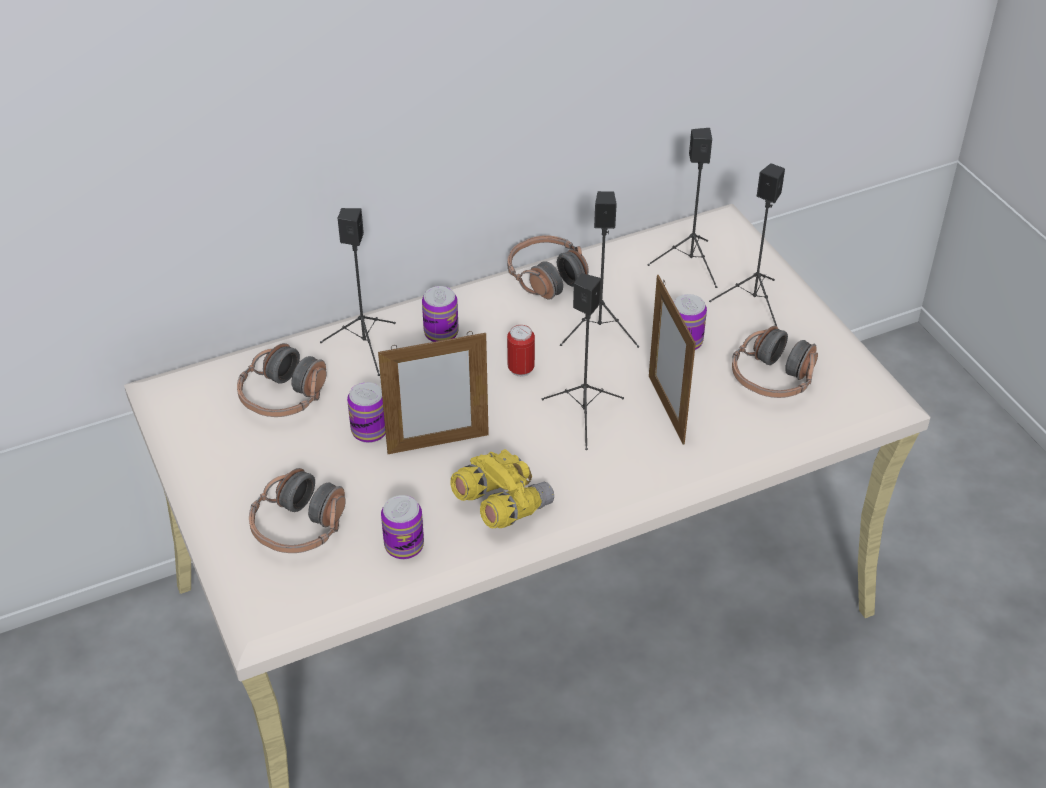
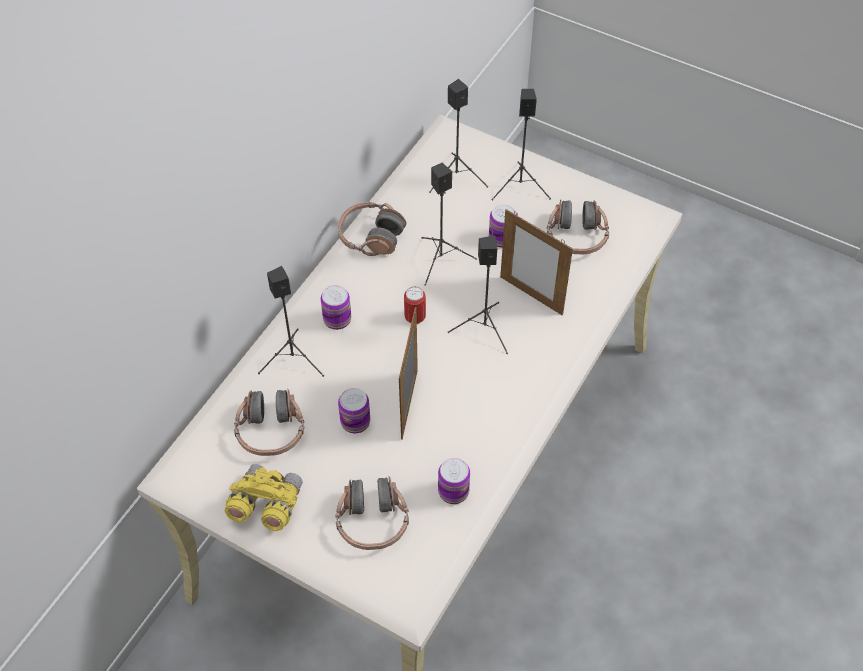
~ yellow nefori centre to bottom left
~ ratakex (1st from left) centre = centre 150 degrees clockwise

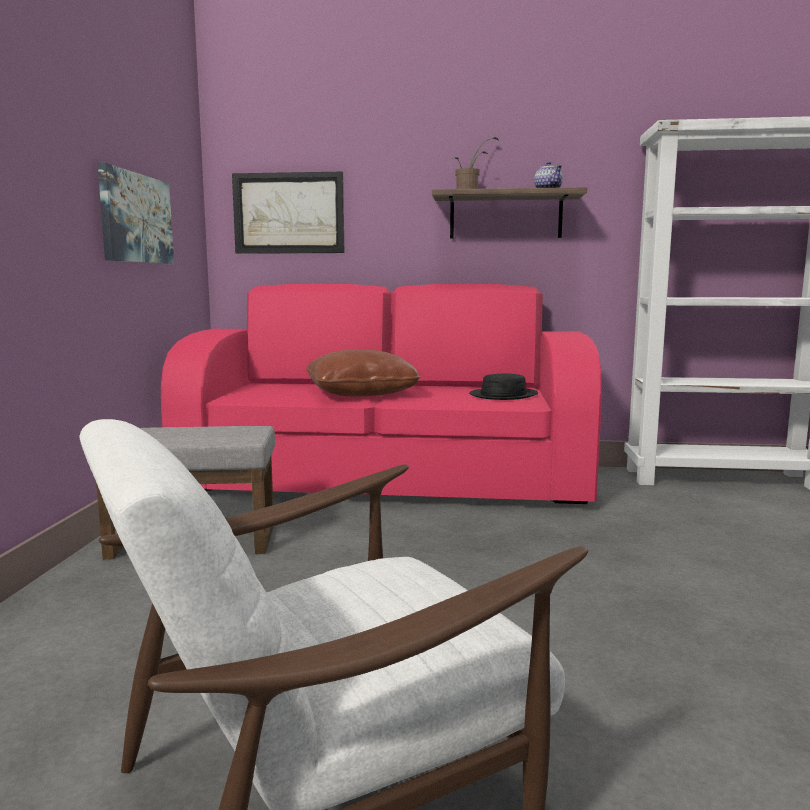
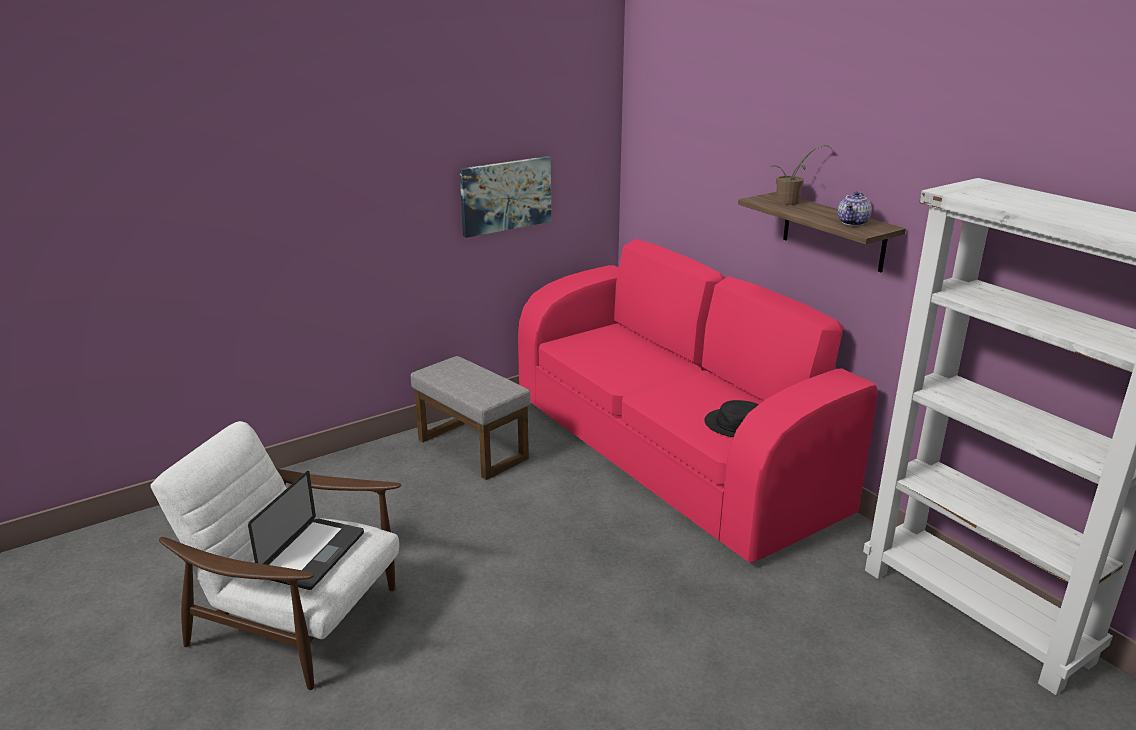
+ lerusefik bottom left
- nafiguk (2nd from left) top centre
- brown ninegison centre

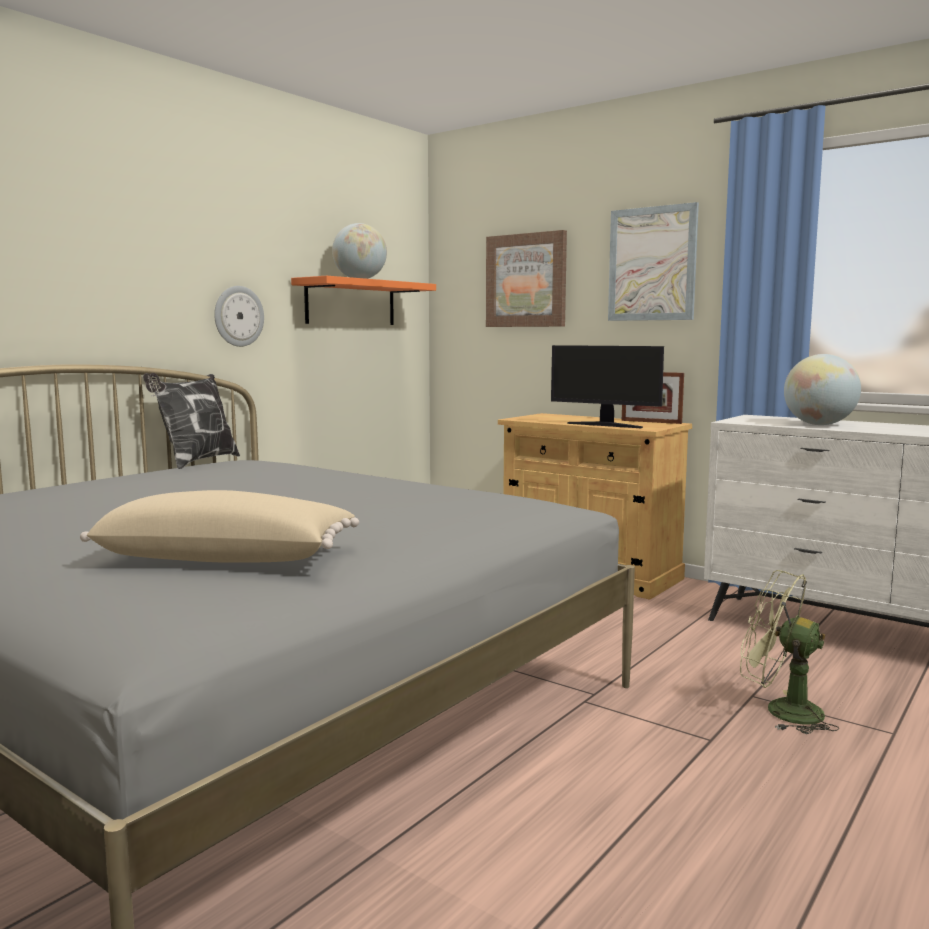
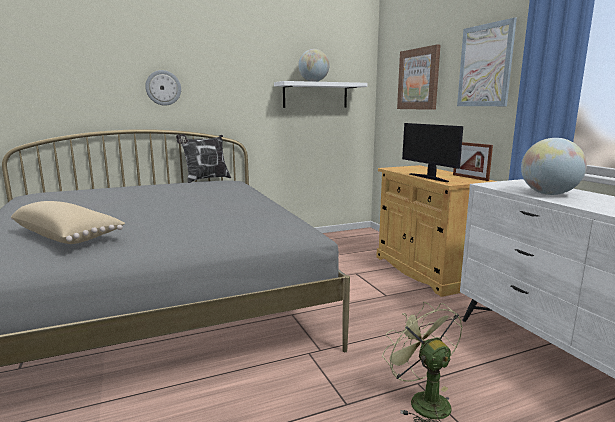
~ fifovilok middle left to top left
~ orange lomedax top centre to white lomedax top centre

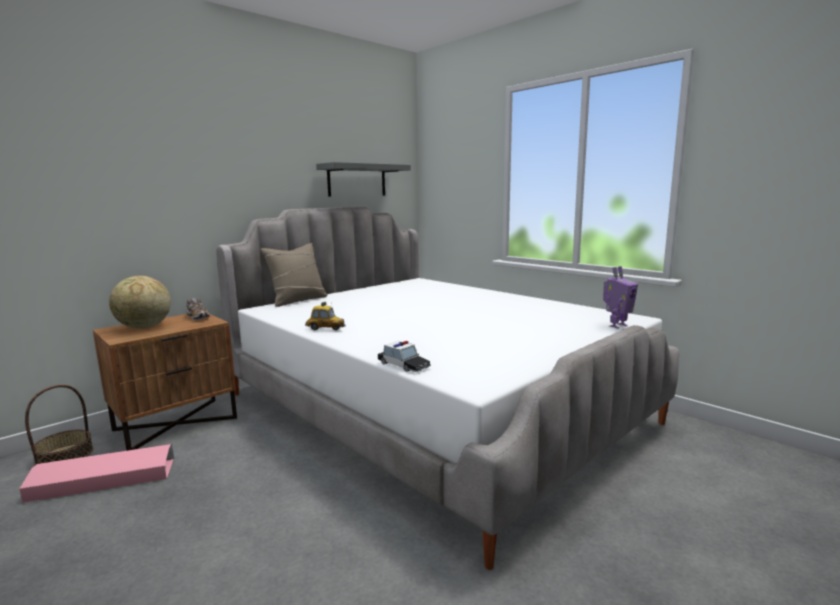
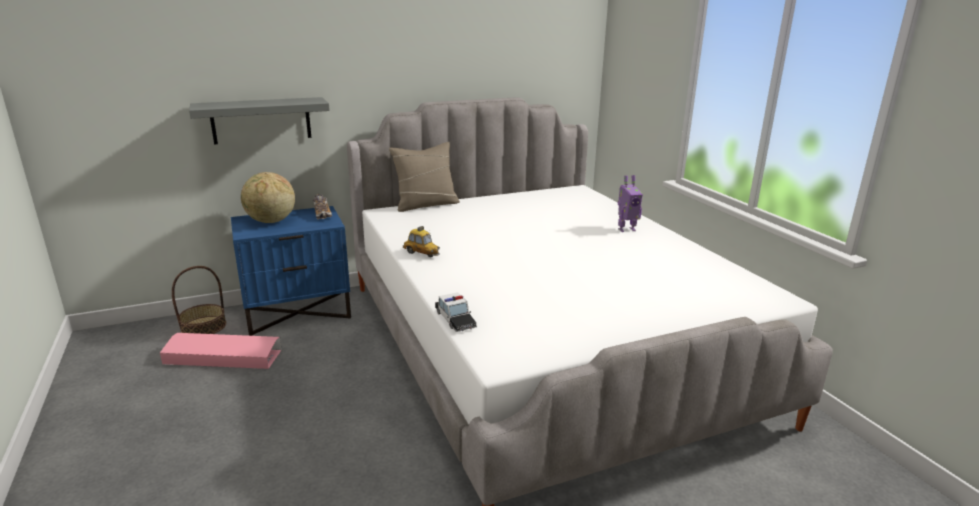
~ grey lomedax top centre to top left
~ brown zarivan middle left to blue zarivan middle left
~ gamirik middle right to centre

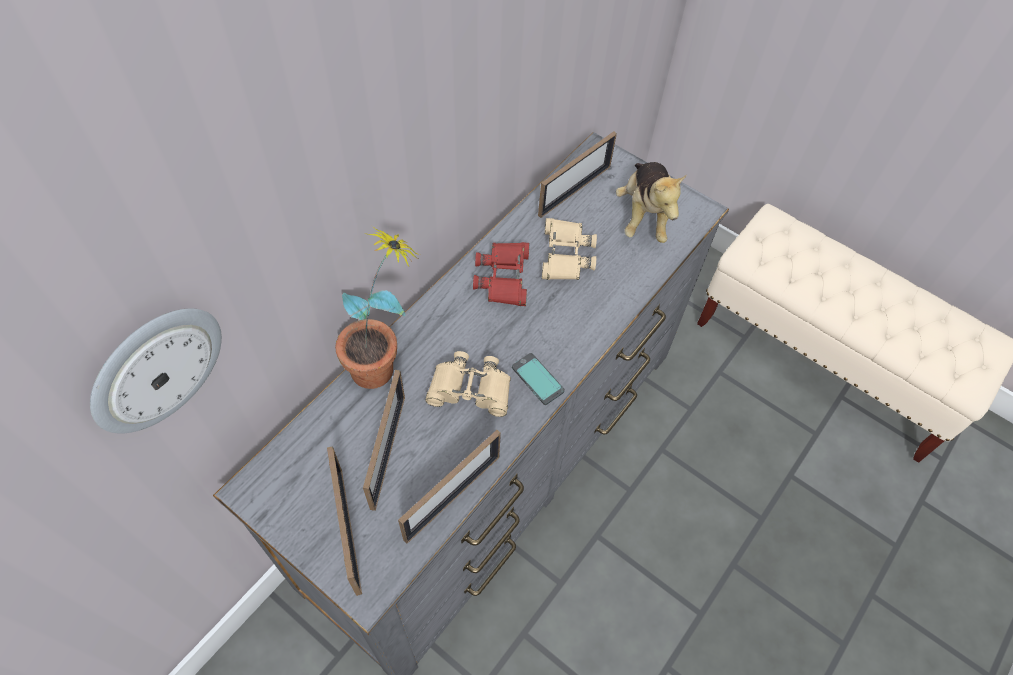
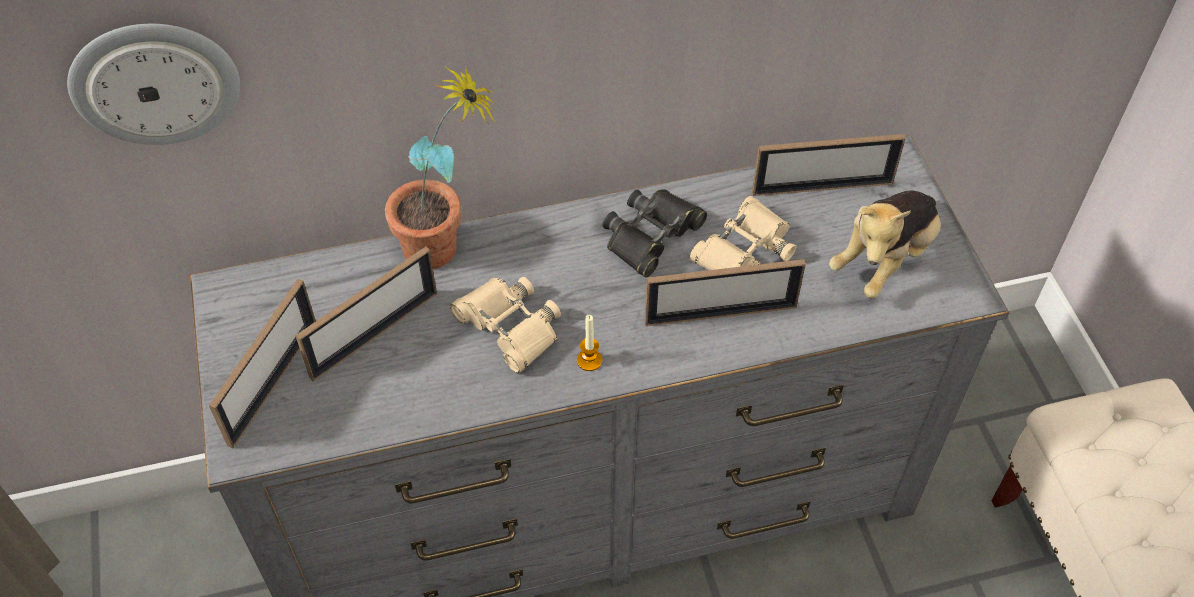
~ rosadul centre to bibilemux centre
~ red nefori centre to black nefori centre
~ ratakex (3rd from left) bottom centre to centre

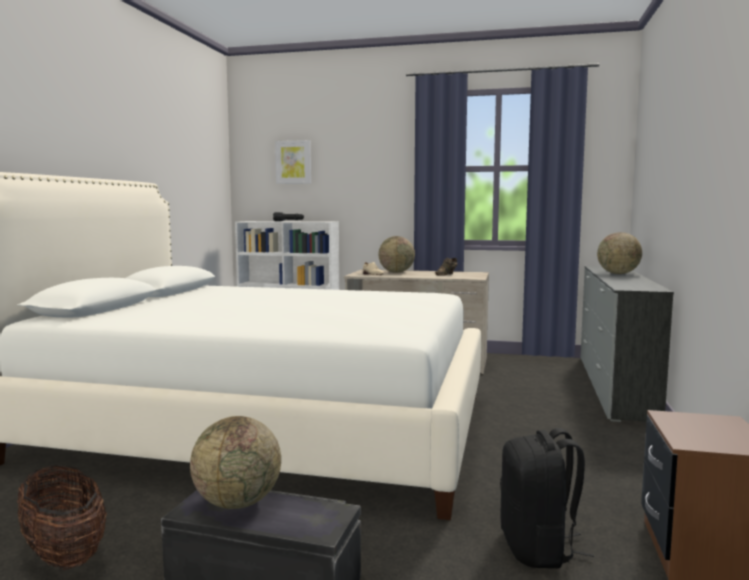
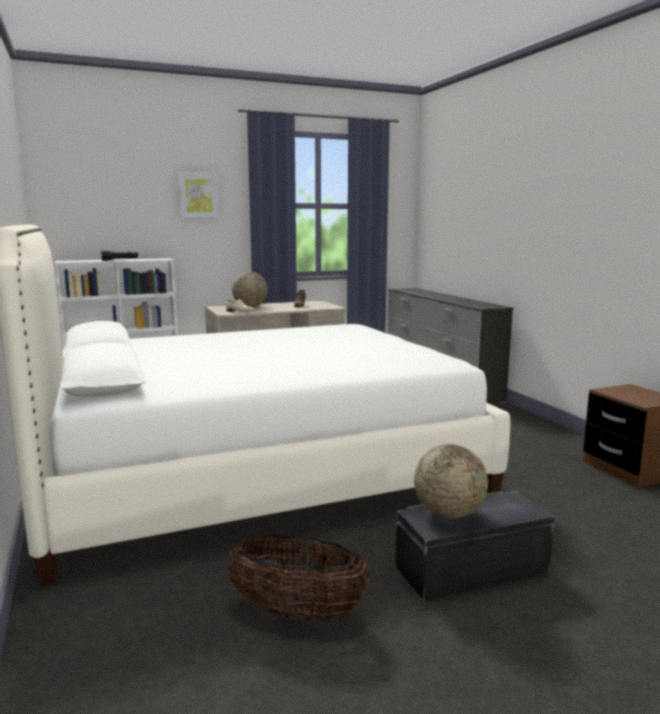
~ nafiguk top centre to top left
- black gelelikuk bottom right
- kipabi (3rd from left) middle right

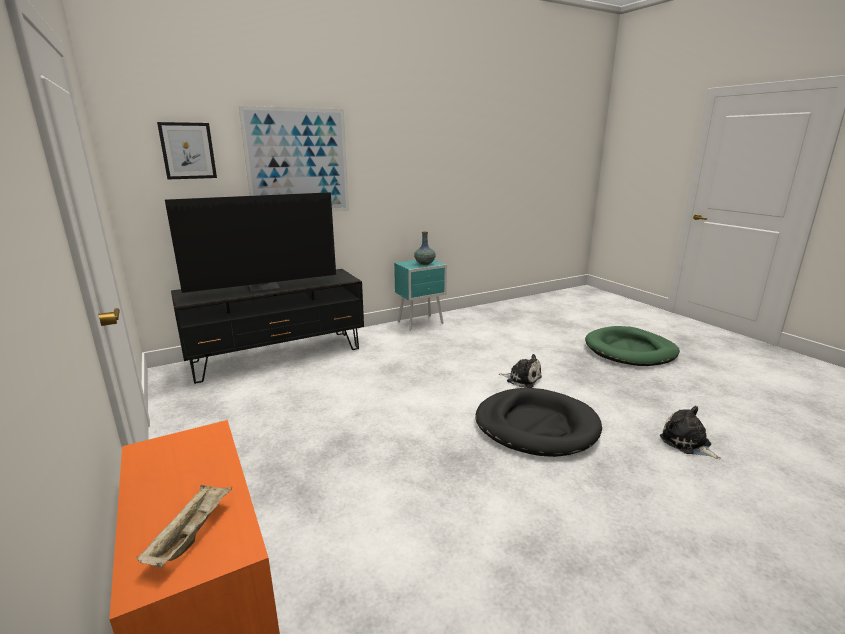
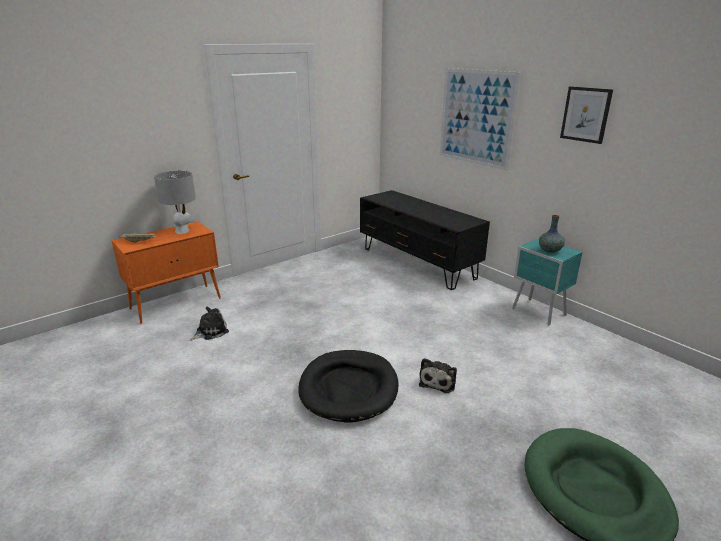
+ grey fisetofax middle left
~ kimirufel (2nd from left in the first image) bottom right to kimirufel (1st from left) middle left
~ nafiguk (1st from left in the first image) top left to nafiguk (2nd from left) top right
- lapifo middle left

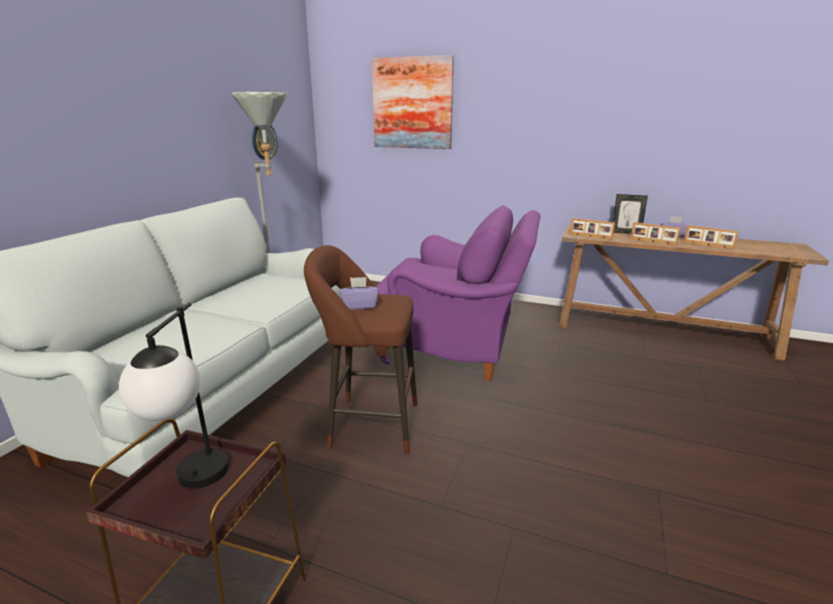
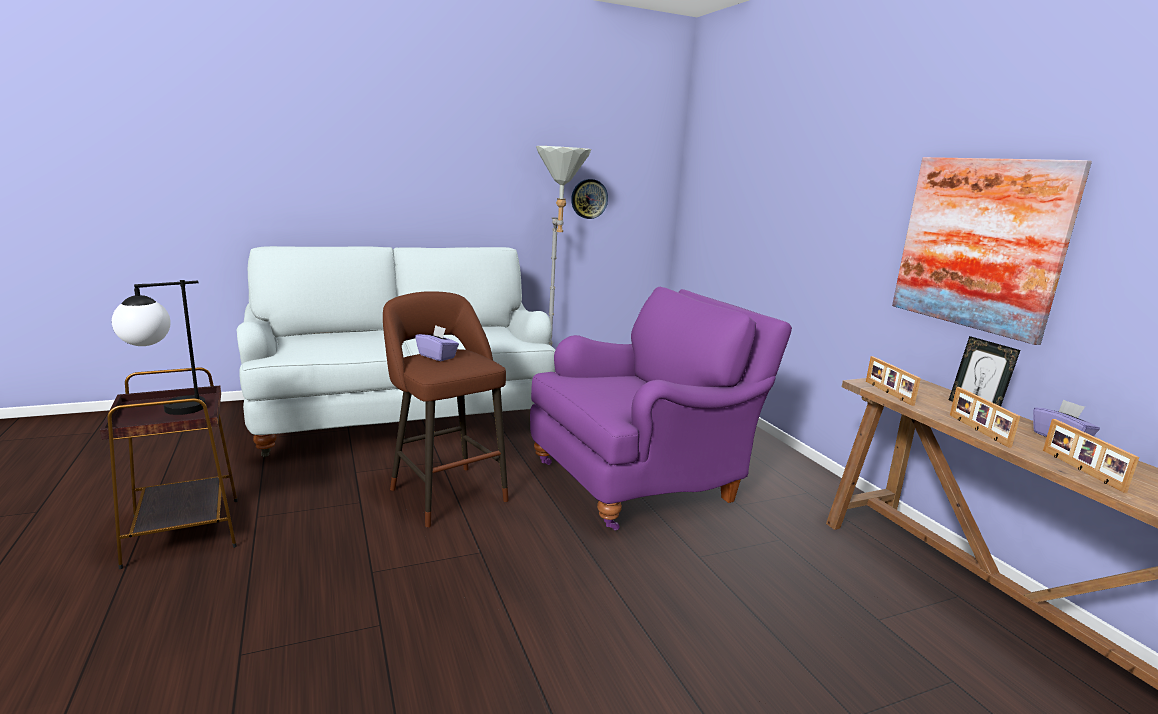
~ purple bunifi centre = centre 90 degrees counterclockwise
~ nafiguk top centre to middle right

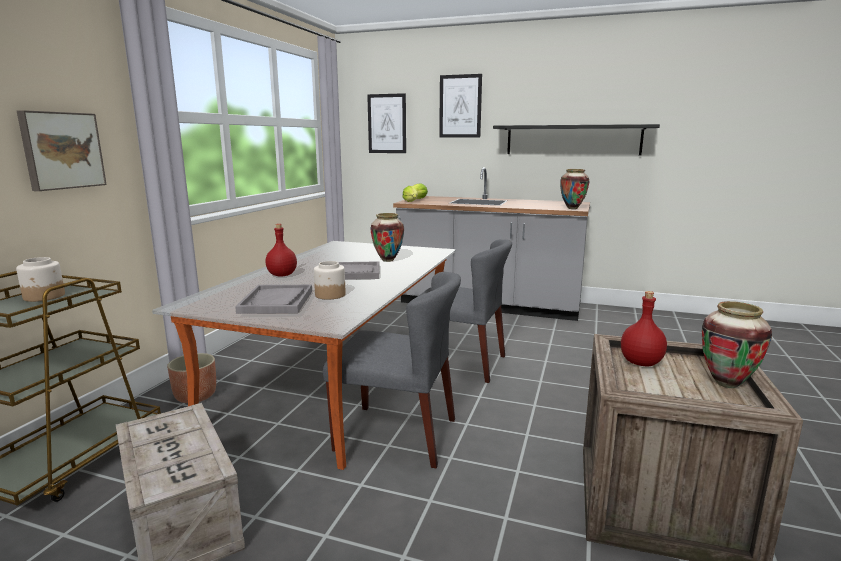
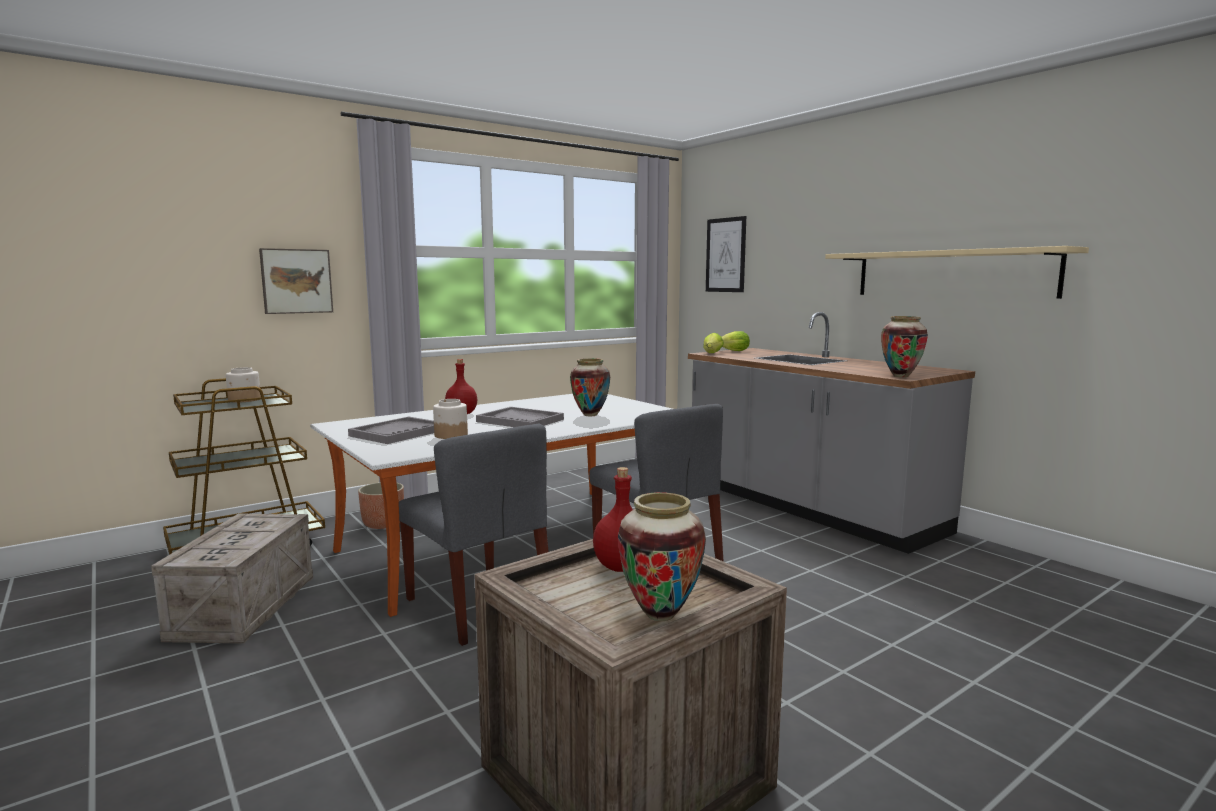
~ black lomedax top right to beige lomedax middle right
- nafiguk (3rd from left) top centre

